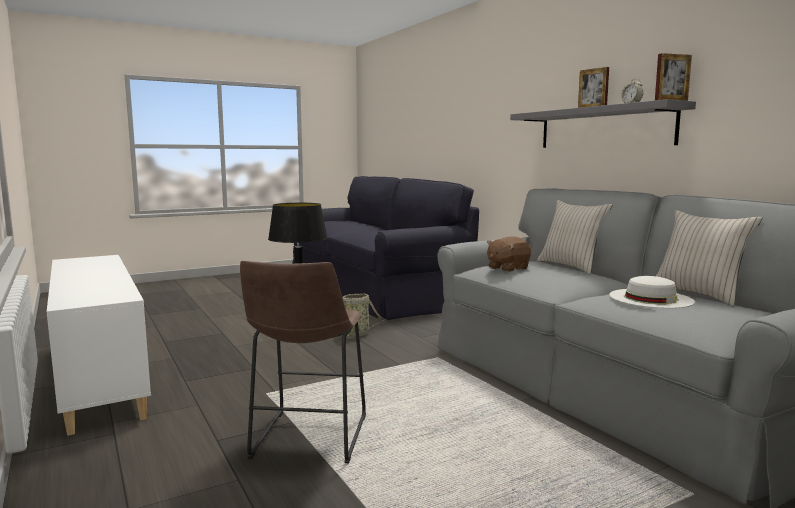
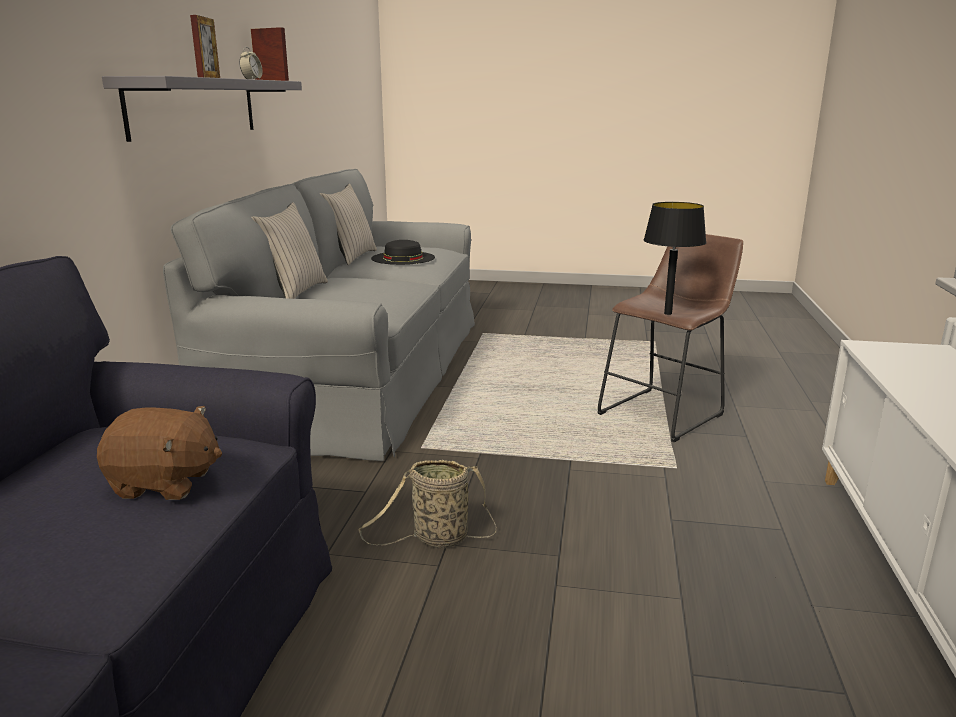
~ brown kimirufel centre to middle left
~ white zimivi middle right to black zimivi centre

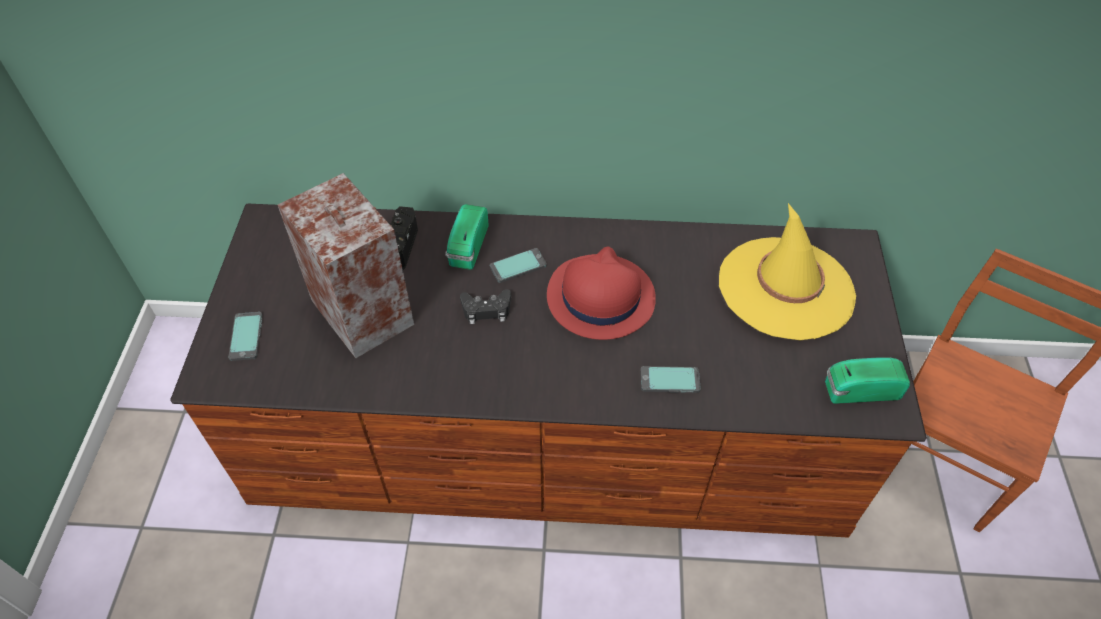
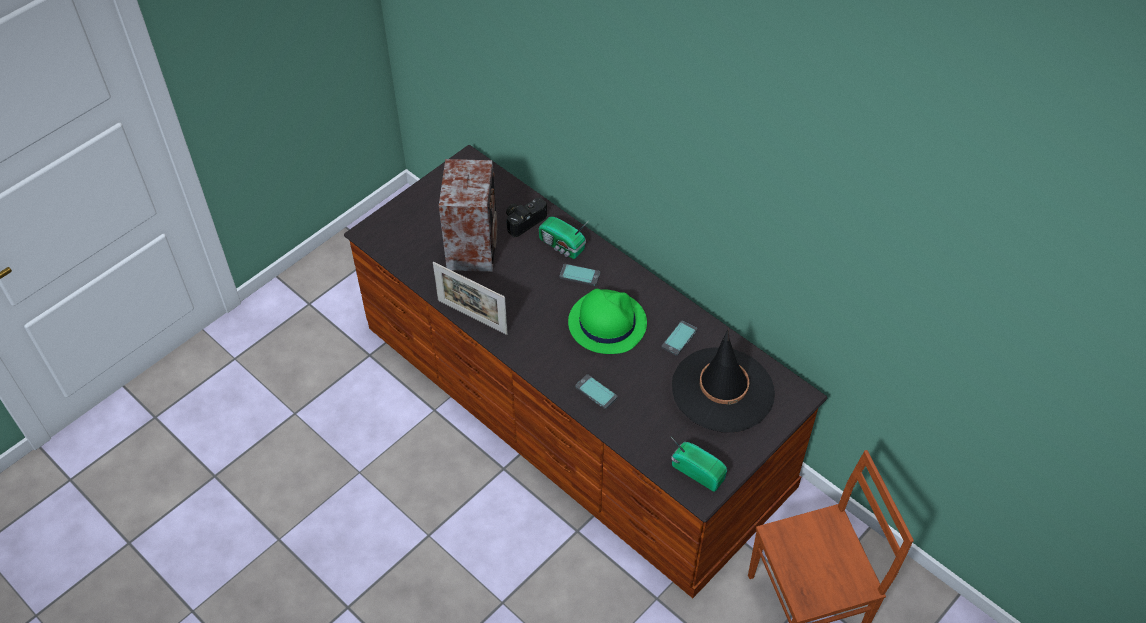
+ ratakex centre
~ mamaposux (1st from left) centre = centre 105 degrees counterclockwise
~ red zimivi centre to green zimivi centre
~ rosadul (1st from left in the first image) middle left to rosadul (3rd from left) centre
~ yellow zimivi middle right to black zimivi centre
- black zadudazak centre

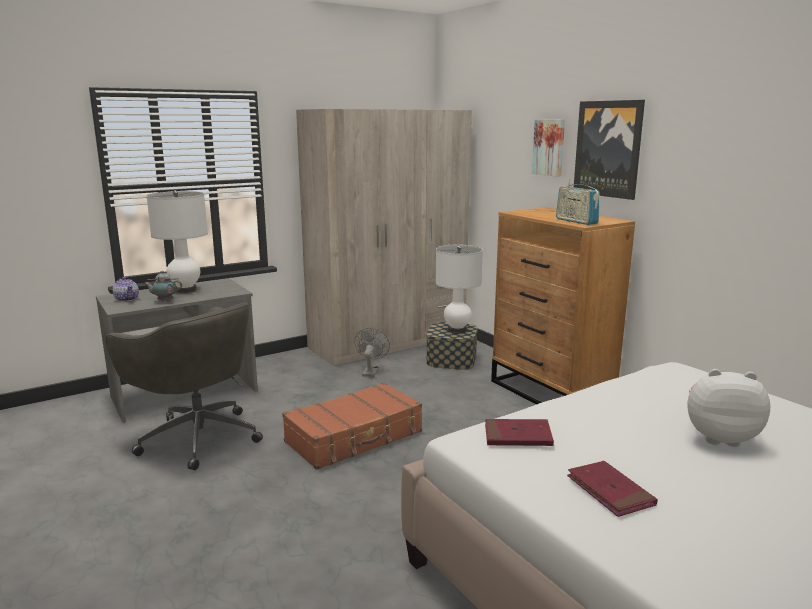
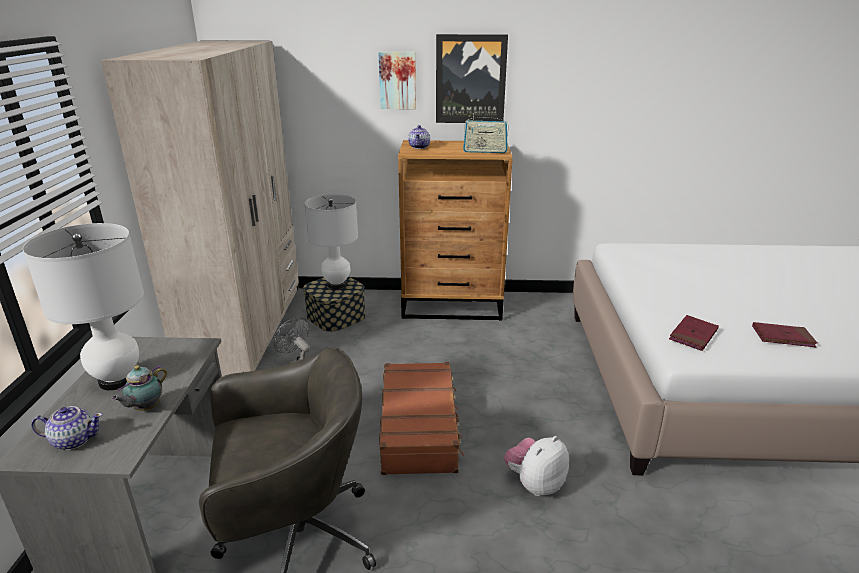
+ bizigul (3rd from left) top centre
~ kimirufel bottom right to bottom centre

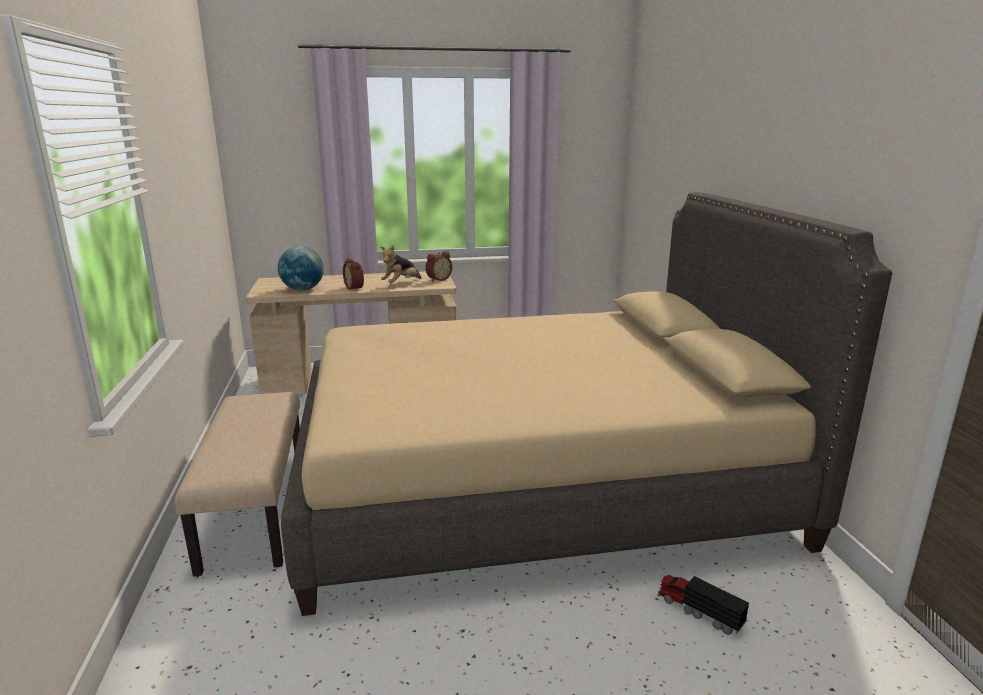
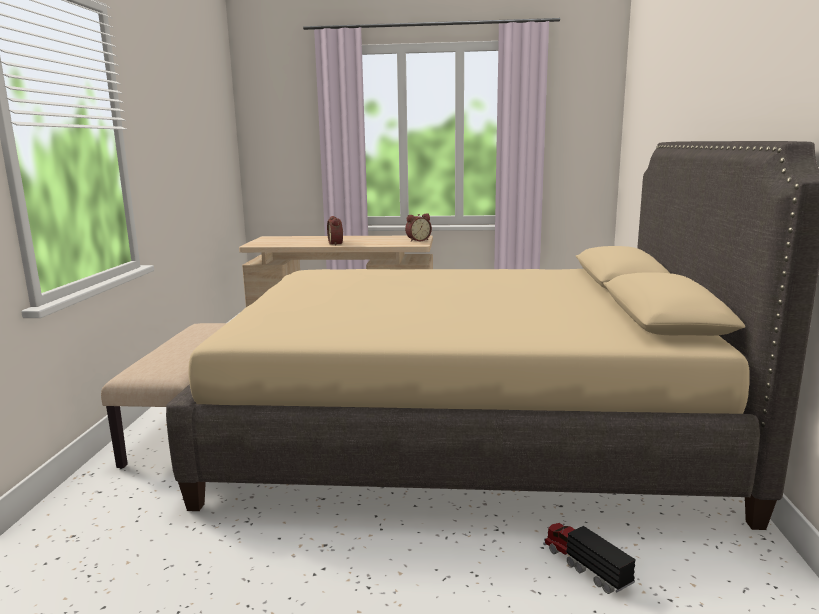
- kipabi middle left
- kimirufel centre

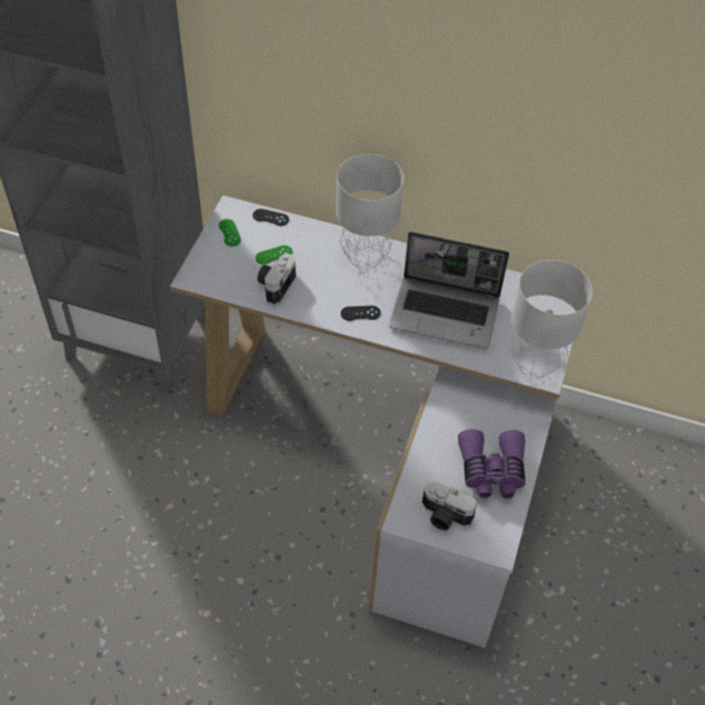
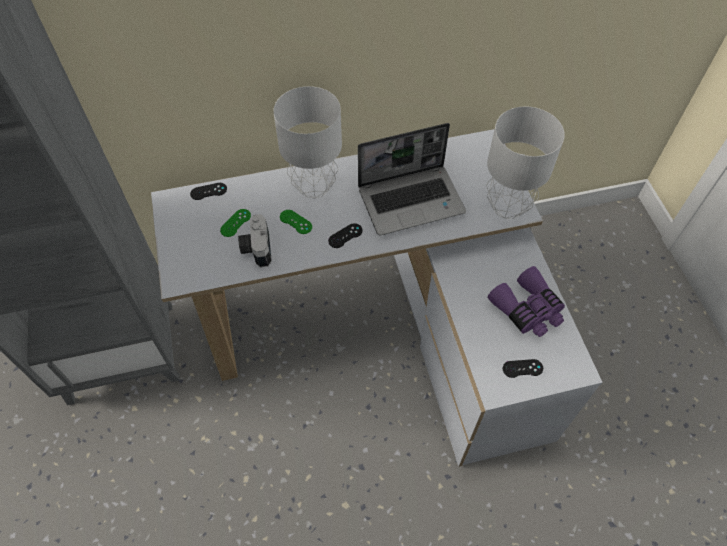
~ green zadudazak (1st from left in the first image) top left to green zadudazak (2nd from left) centre
~ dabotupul (2nd from left) bottom centre to black zadudazak (3rd from left) bottom right

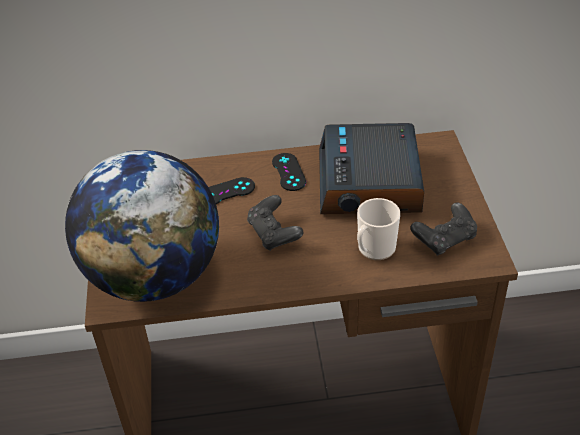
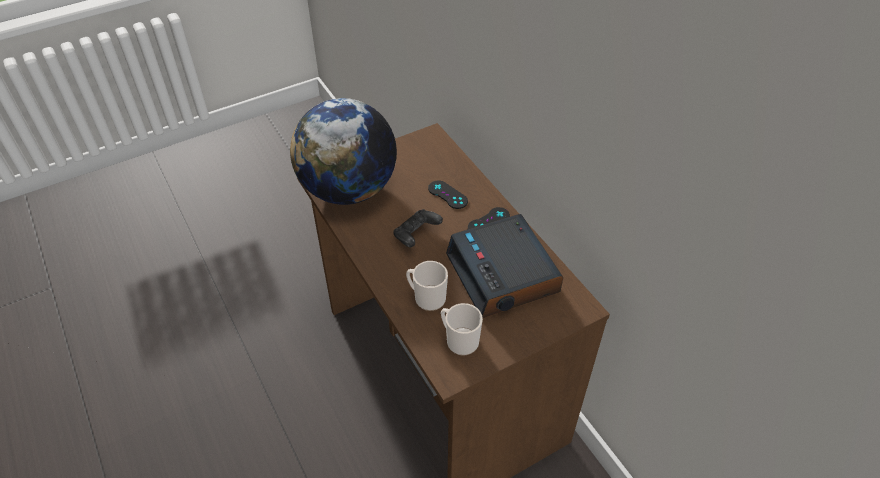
~ black zadudazak (4th from left) middle right to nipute (2nd from left) bottom centre
~ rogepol centre = centre 90 degrees counterclockwise

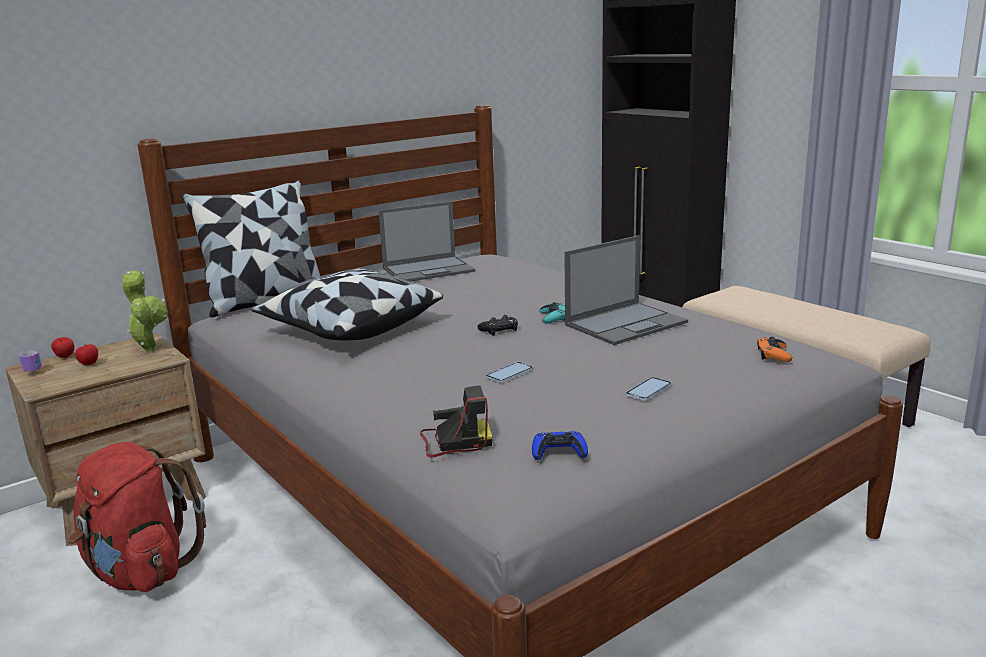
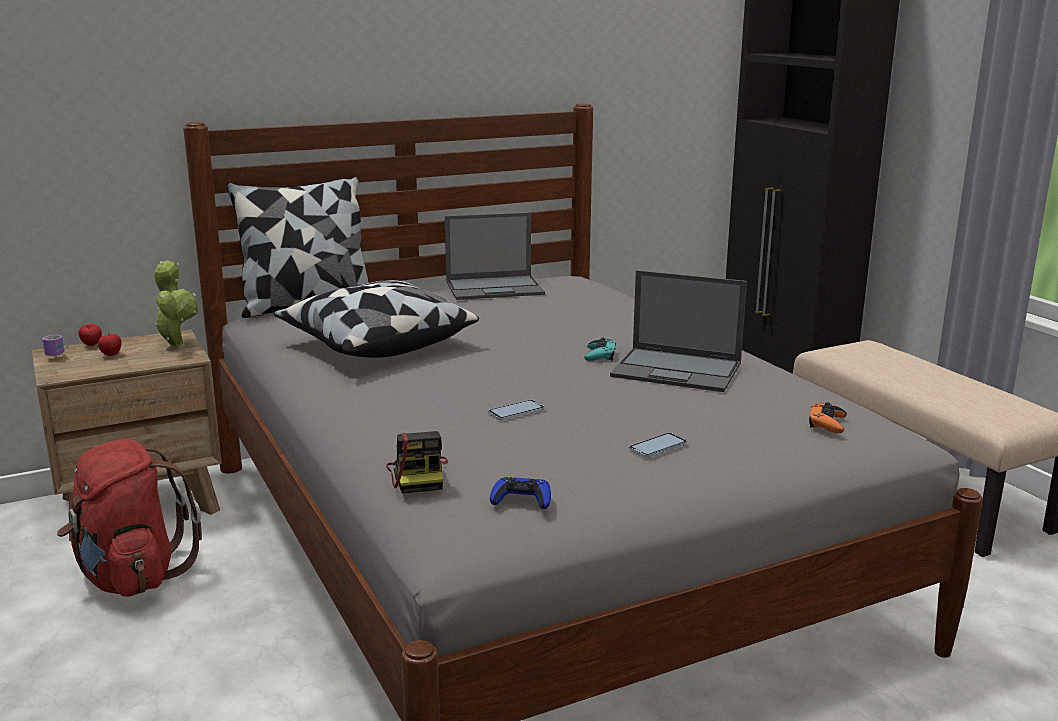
~ dabotupul centre = centre 75 degrees clockwise
~ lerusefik (2nd from left) centre = centre 45 degrees clockwise
- black zadudazak centre

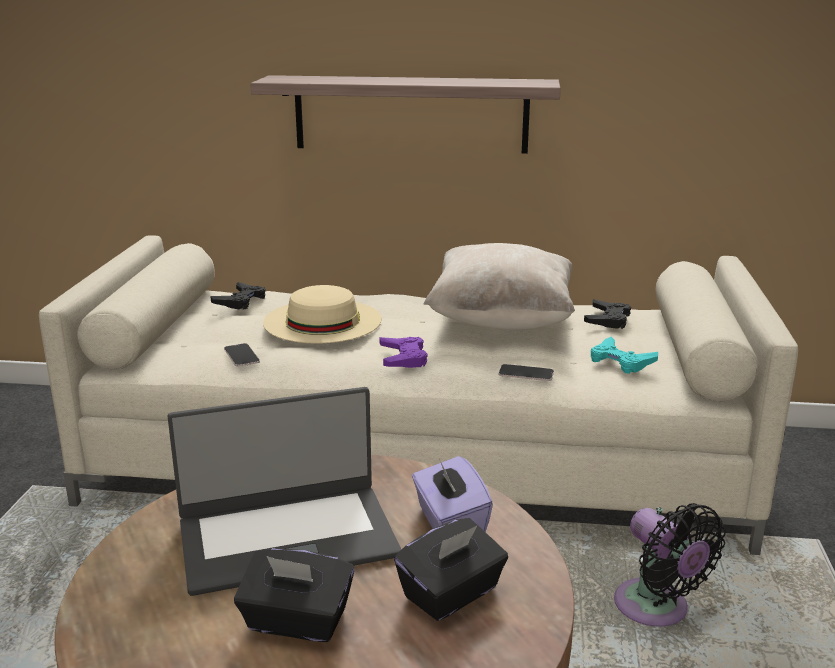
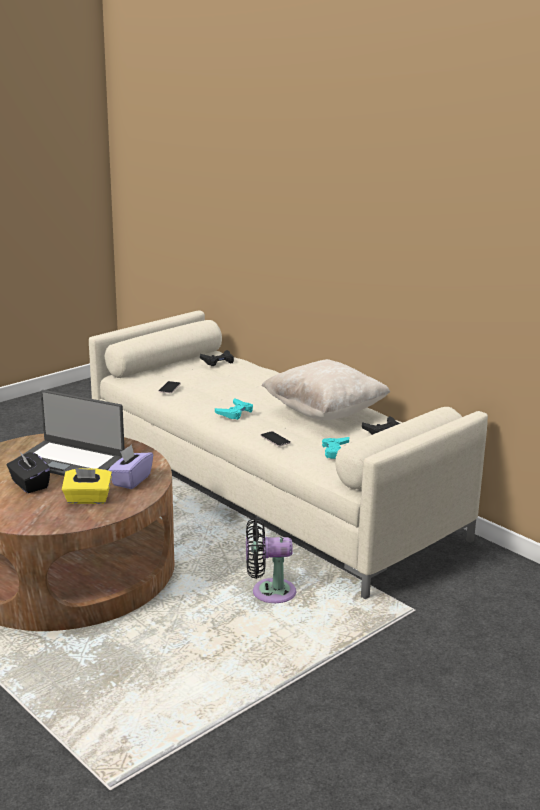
~ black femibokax (2nd from left) bottom centre to yellow femibokax middle left
~ purple zadudazak centre to turquoise zadudazak (1st from left) centre
~ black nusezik bottom right = bottom centre 75 degrees clockwise
- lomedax top centre
- beige zimivi centre

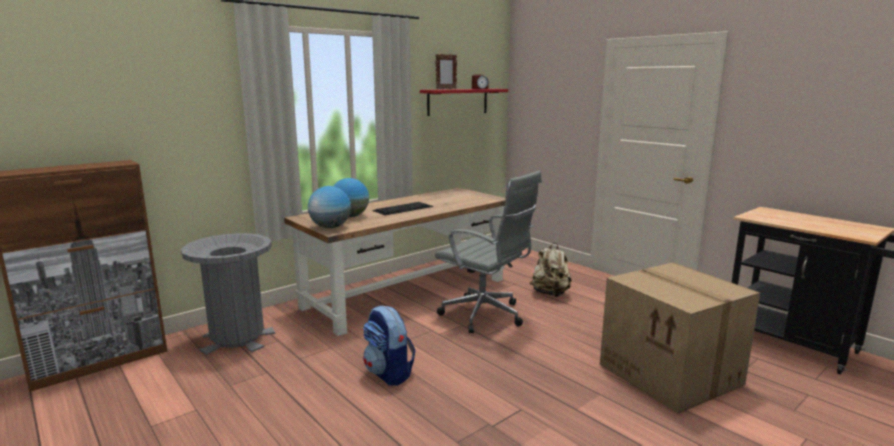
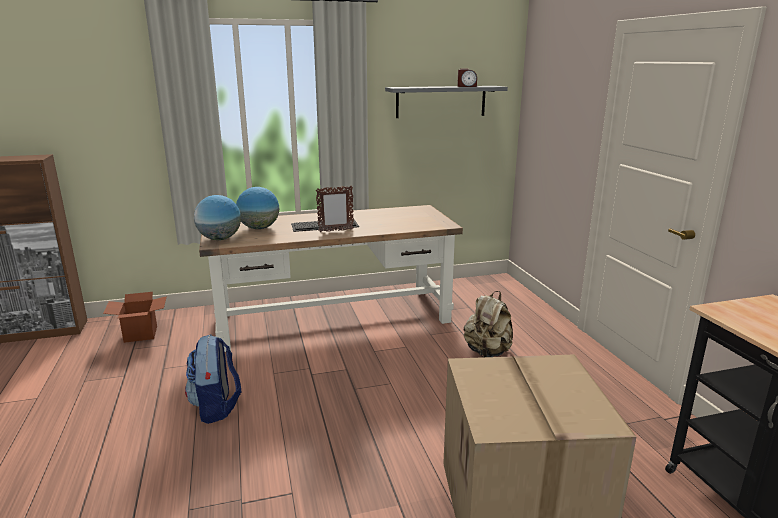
~ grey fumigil middle left to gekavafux (1st from left) middle left
~ ratakex top centre to centre
~ red lomedax top centre to grey lomedax top centre
- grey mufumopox centre

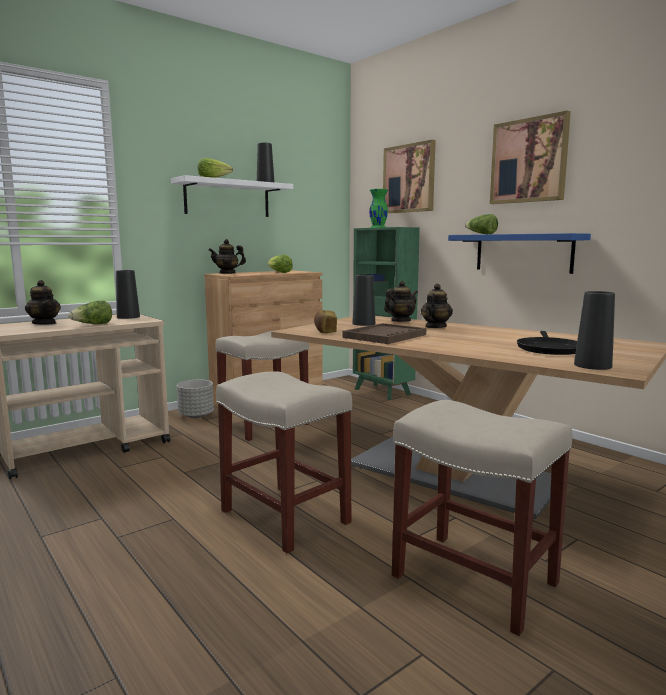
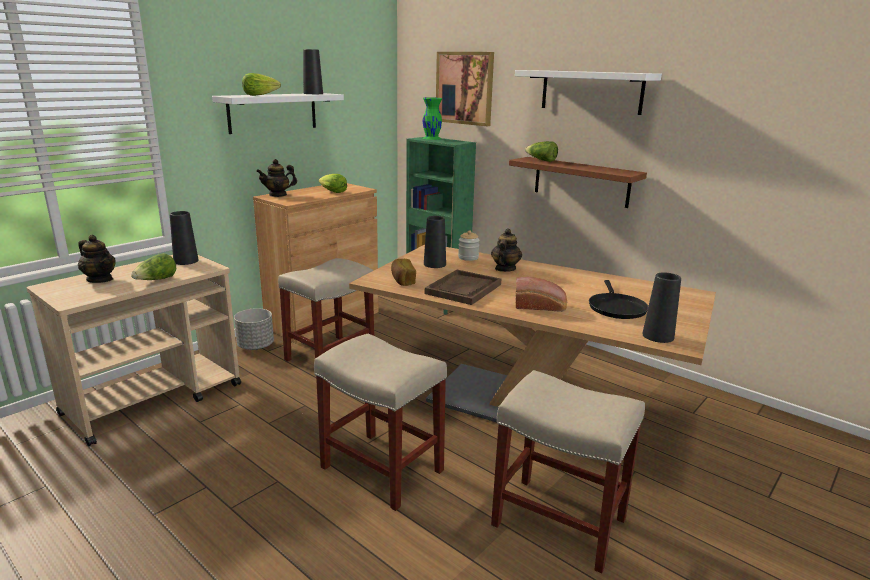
~ bizigul (3rd from left) centre to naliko centre
~ blue lomedax middle right to brown lomedax top centre
~ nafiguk (2nd from left) top right to white lomedax (2nd from left) top right
+ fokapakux (2nd from left) centre

